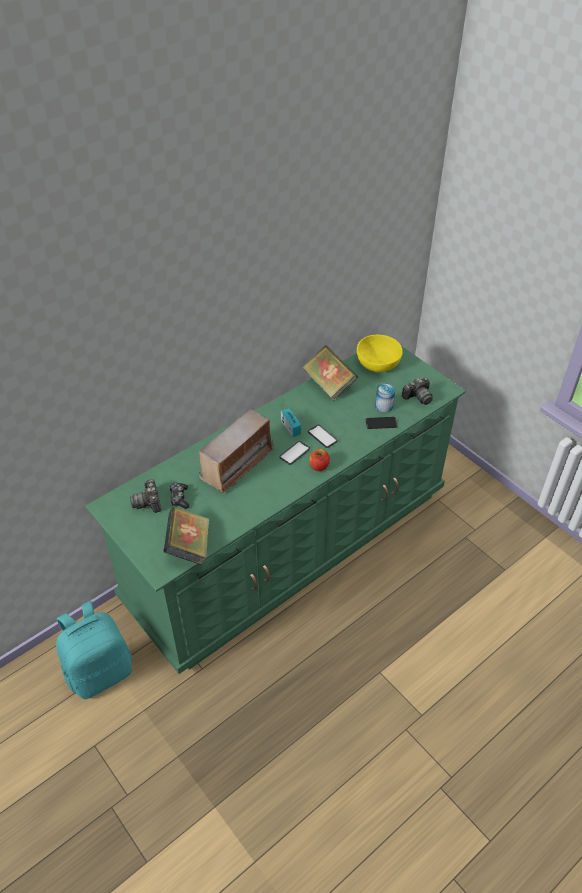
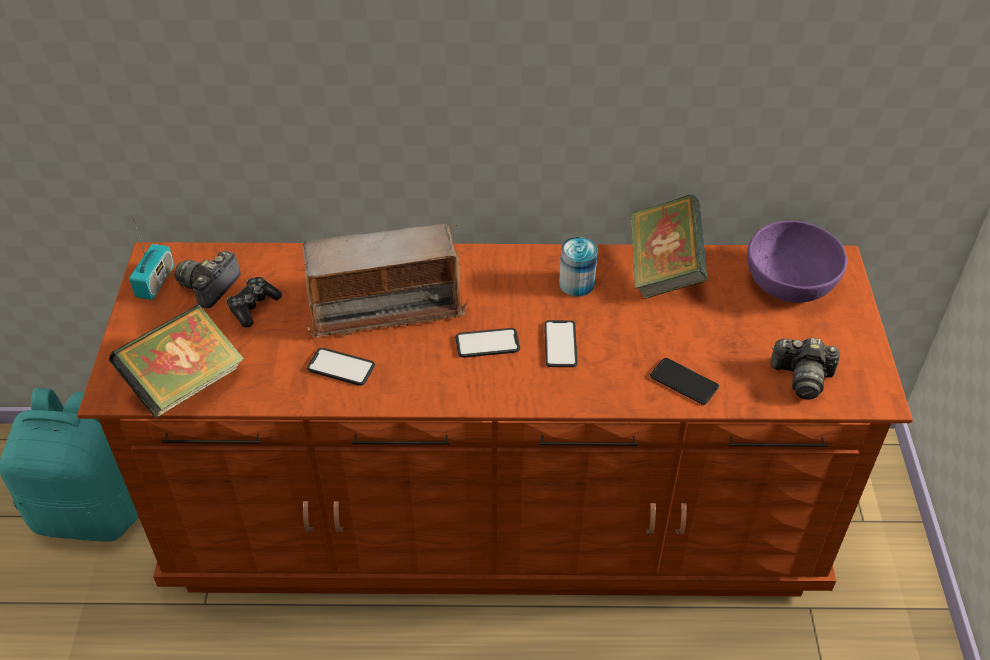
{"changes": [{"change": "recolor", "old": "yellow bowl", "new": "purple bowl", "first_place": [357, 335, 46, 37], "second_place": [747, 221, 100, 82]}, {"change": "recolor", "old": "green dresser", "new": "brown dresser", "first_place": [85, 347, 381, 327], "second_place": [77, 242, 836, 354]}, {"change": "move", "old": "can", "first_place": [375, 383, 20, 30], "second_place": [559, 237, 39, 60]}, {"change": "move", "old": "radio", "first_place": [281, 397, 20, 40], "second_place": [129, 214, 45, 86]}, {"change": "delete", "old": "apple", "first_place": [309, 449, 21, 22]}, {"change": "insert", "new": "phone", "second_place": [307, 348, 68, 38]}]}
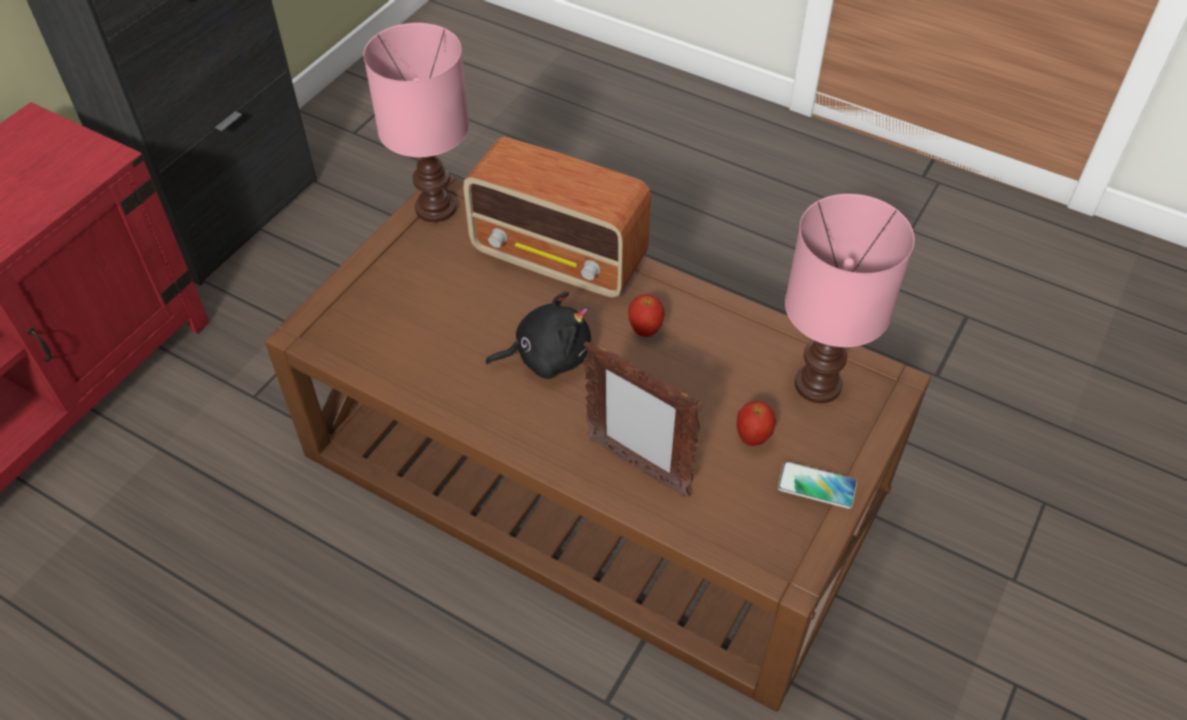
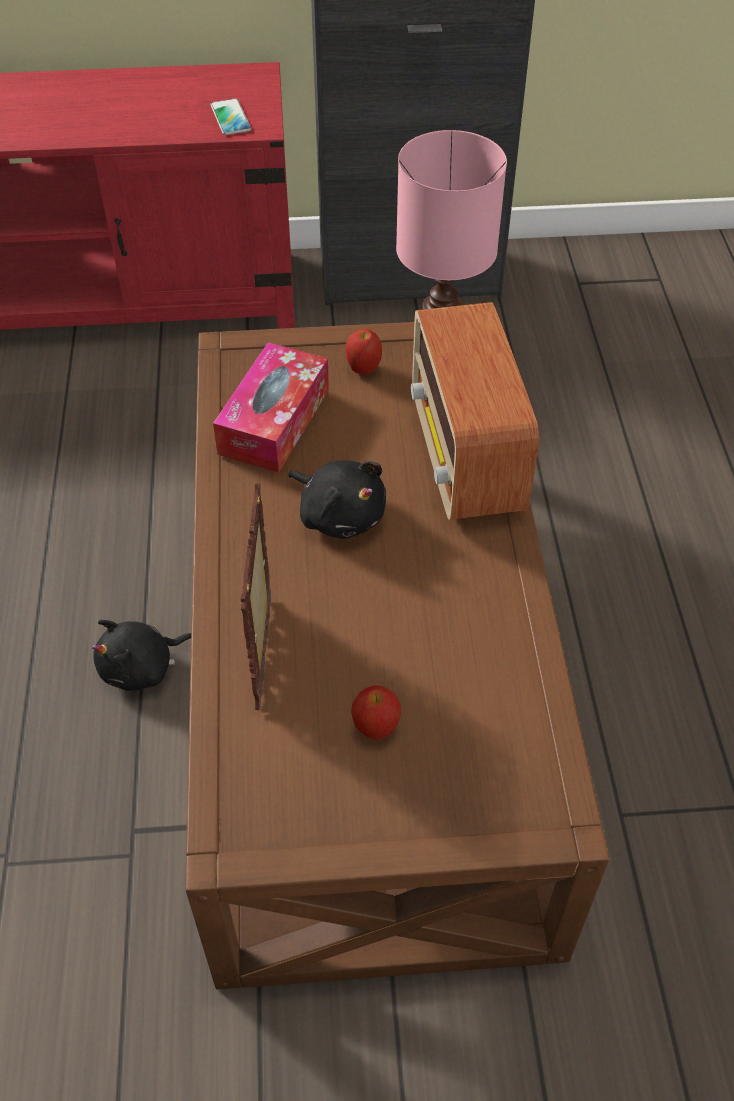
{"changes": [{"change": "delete", "old": "pink table lamp", "first_place": [785, 194, 130, 209]}, {"change": "move", "old": "apple", "first_place": [628, 294, 37, 43], "second_place": [345, 329, 37, 46]}, {"change": "move", "old": "phone", "first_place": [777, 461, 80, 48], "second_place": [211, 98, 40, 37]}, {"change": "insert", "new": "tissue box", "second_place": [213, 342, 116, 131]}, {"change": "insert", "new": "black plush toy", "second_place": [92, 620, 99, 71]}]}
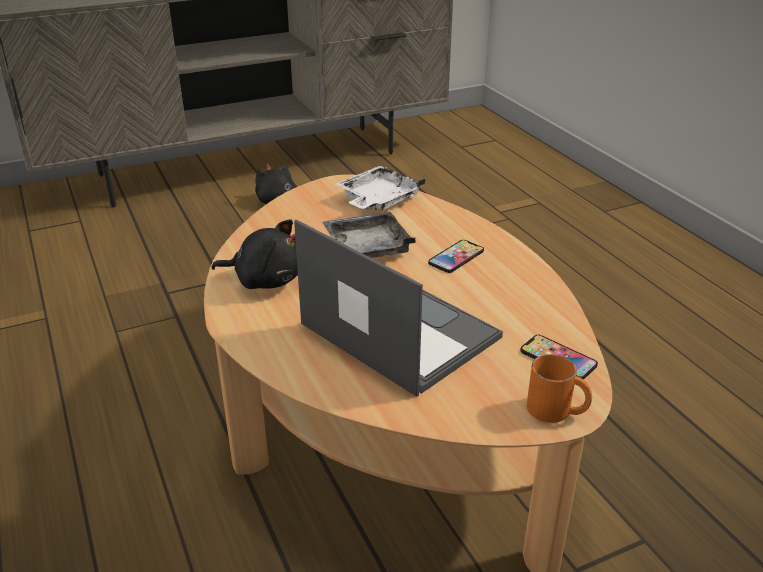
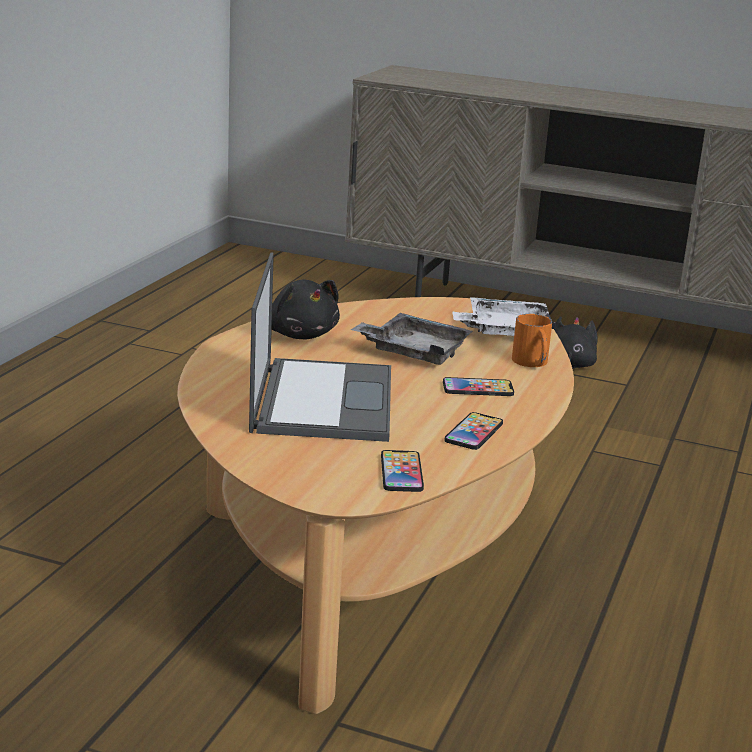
{"changes": [{"change": "move", "old": "orange mug", "first_place": [526, 354, 66, 69], "second_place": [512, 314, 40, 53]}, {"change": "insert", "new": "phone", "second_place": [444, 412, 59, 38]}]}
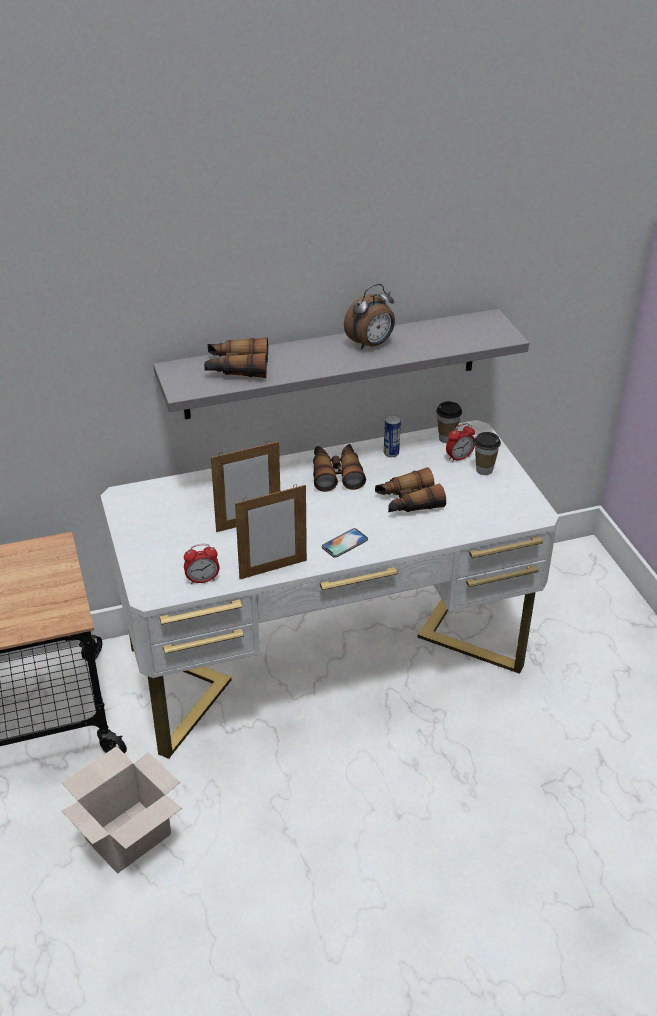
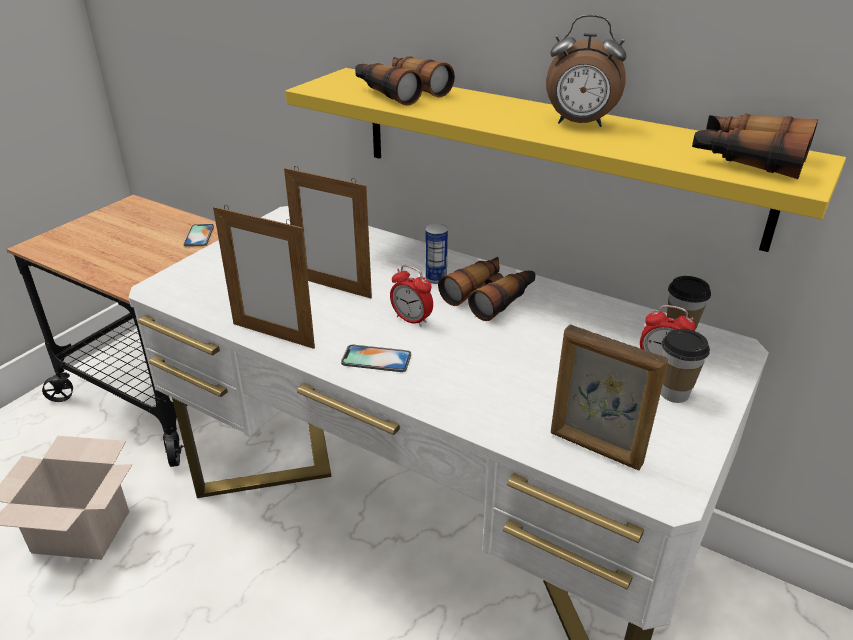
{"changes": [{"change": "recolor", "old": "grey shelf", "new": "yellow shelf", "first_place": [153, 309, 376, 110], "second_place": [286, 68, 560, 184]}, {"change": "move", "old": "can", "first_place": [384, 415, 17, 42], "second_place": [425, 224, 23, 60]}, {"change": "move", "old": "binoculars", "first_place": [375, 467, 71, 45], "second_place": [692, 114, 126, 65]}, {"change": "move", "old": "alarm clock", "first_place": [184, 544, 36, 40], "second_place": [390, 265, 43, 62]}, {"change": "insert", "new": "phone", "second_place": [184, 224, 30, 23]}, {"change": "insert", "new": "picture frame", "second_place": [551, 325, 117, 145]}]}
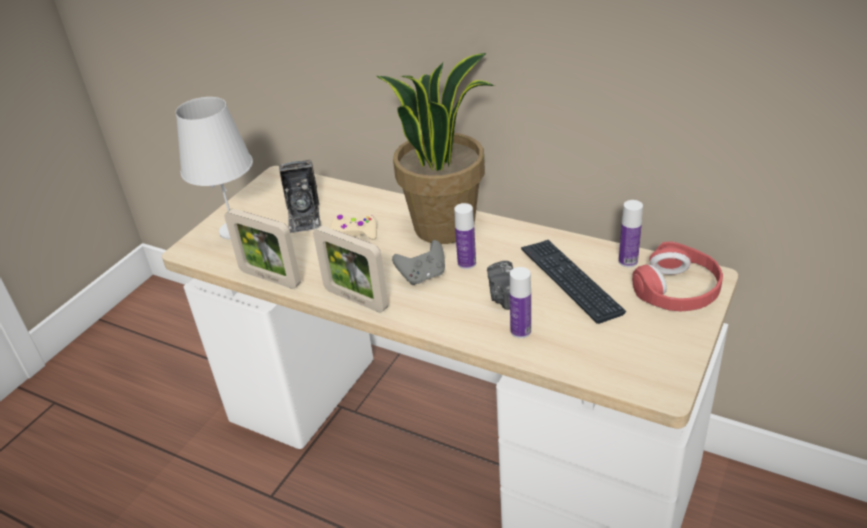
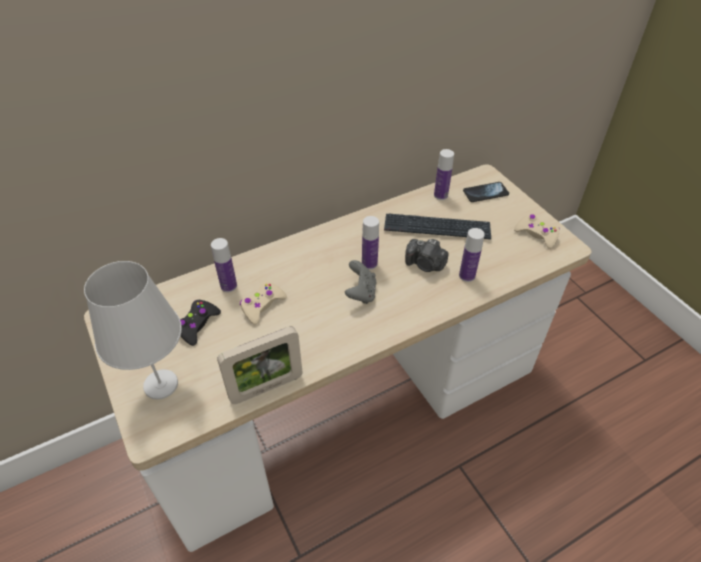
{"changes": [{"change": "delete", "old": "potted plant", "first_place": [376, 53, 119, 191]}, {"change": "replace", "old": "photo camera", "new": "black game controller", "first_place": [279, 160, 42, 73], "second_place": [180, 300, 41, 46]}, {"change": "delete", "old": "picture frame", "first_place": [313, 226, 75, 87]}, {"change": "replace", "old": "red headphones", "new": "phone", "first_place": [632, 241, 91, 71], "second_place": [463, 182, 46, 20]}, {"change": "insert", "new": "beige game controller", "second_place": [514, 214, 46, 35]}, {"change": "insert", "new": "bottle", "second_place": [211, 238, 26, 54]}]}
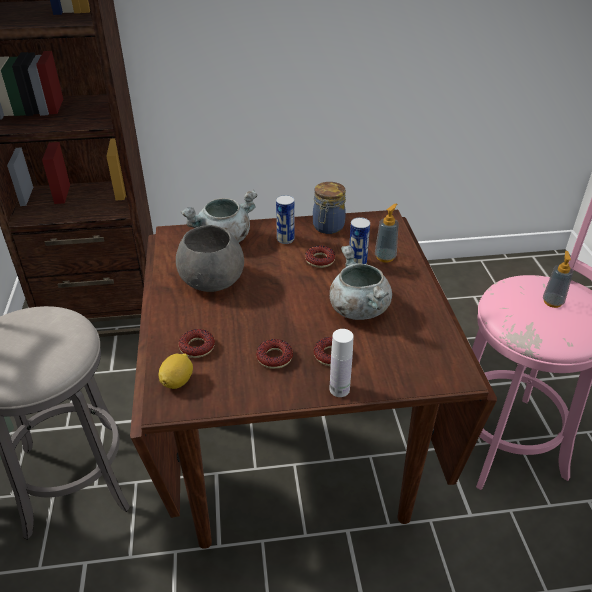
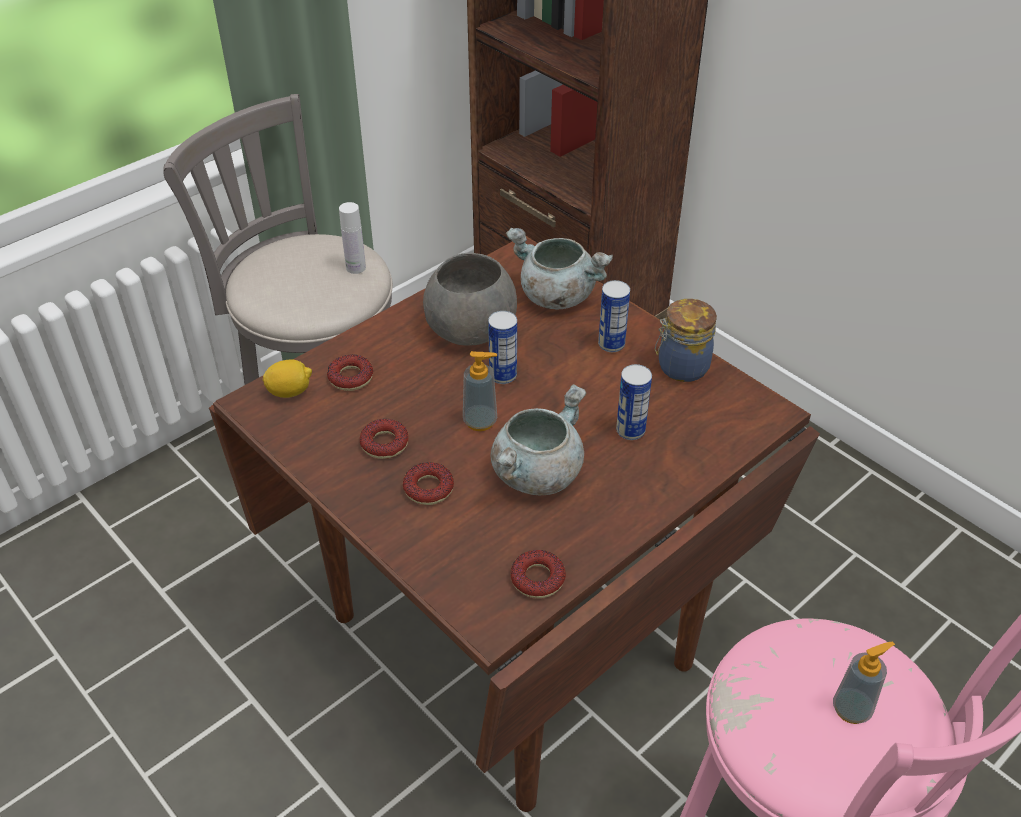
{"changes": [{"change": "move", "old": "soap dispenser", "first_place": [375, 204, 24, 58], "second_place": [463, 351, 34, 80]}, {"change": "move", "old": "donut", "first_place": [305, 246, 30, 22], "second_place": [511, 550, 55, 48]}, {"change": "move", "old": "white bottle", "first_place": [330, 329, 24, 68], "second_place": [339, 202, 27, 72]}, {"change": "insert", "new": "can", "second_place": [488, 311, 29, 73]}]}
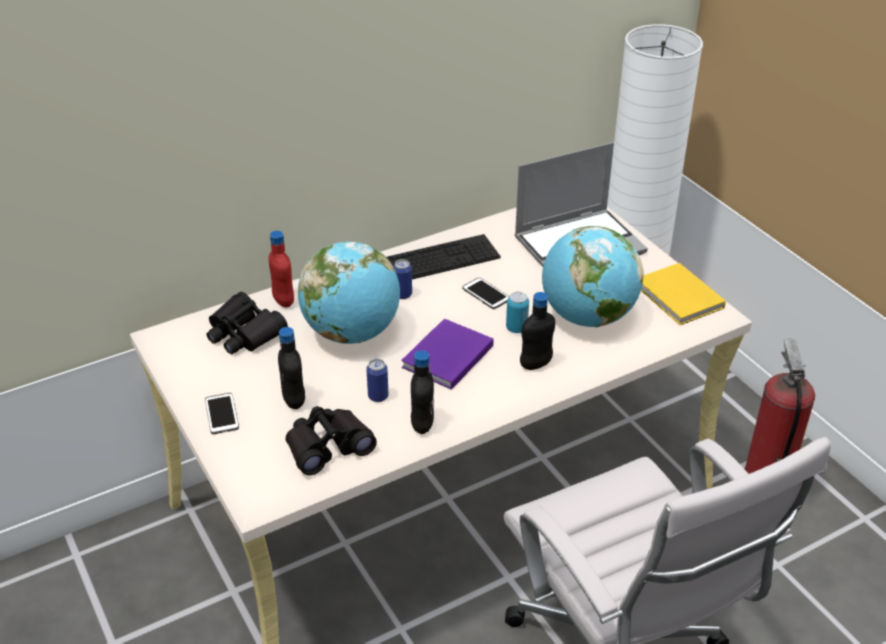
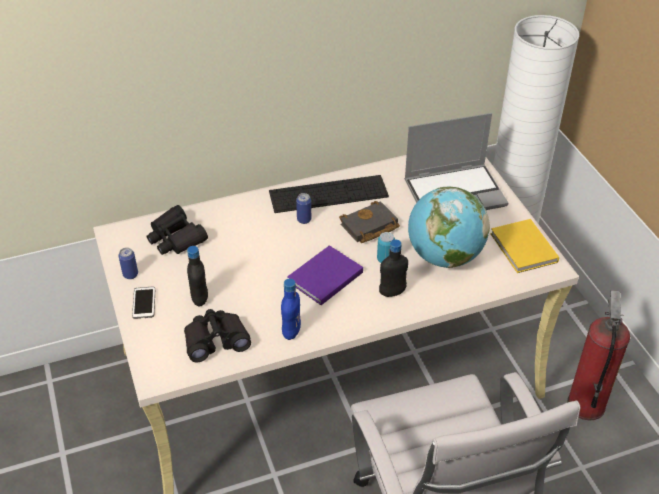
{"changes": [{"change": "delete", "old": "red bottle", "first_place": [269, 231, 25, 76]}, {"change": "delete", "old": "globe", "first_place": [298, 242, 102, 102]}, {"change": "replace", "old": "phone", "new": "black book", "first_place": [462, 278, 47, 31], "second_place": [339, 201, 61, 42]}, {"change": "recolor", "old": "black bottle", "new": "blue bottle", "first_place": [411, 350, 23, 84], "second_place": [281, 279, 20, 61]}, {"change": "move", "old": "can", "first_place": [366, 359, 23, 43], "second_place": [118, 247, 20, 32]}]}
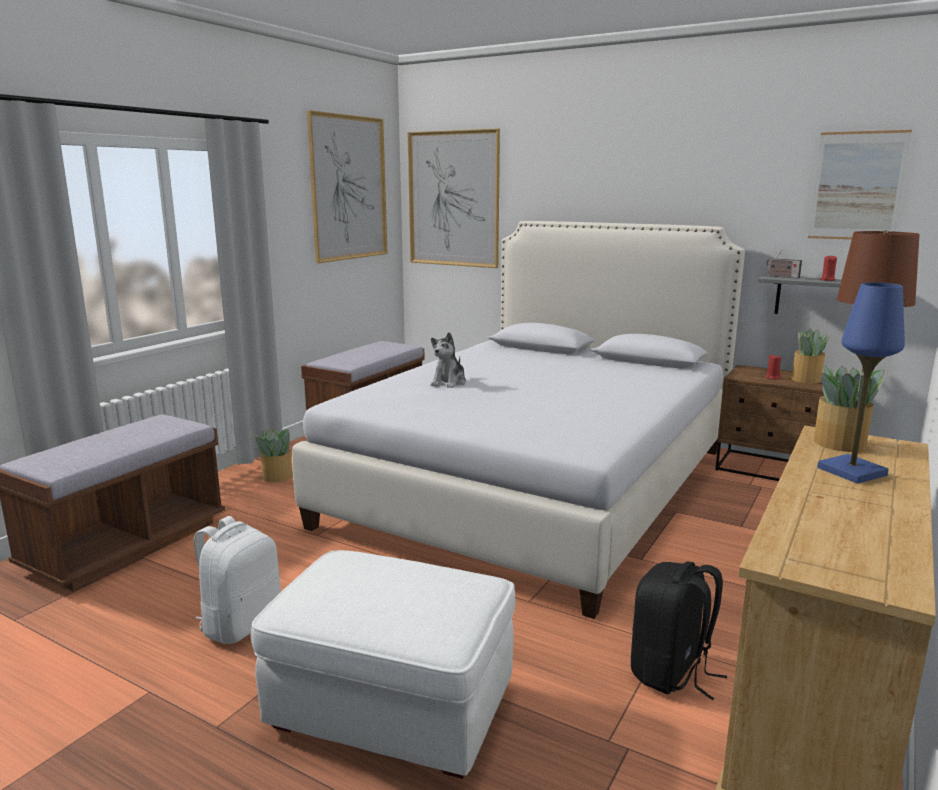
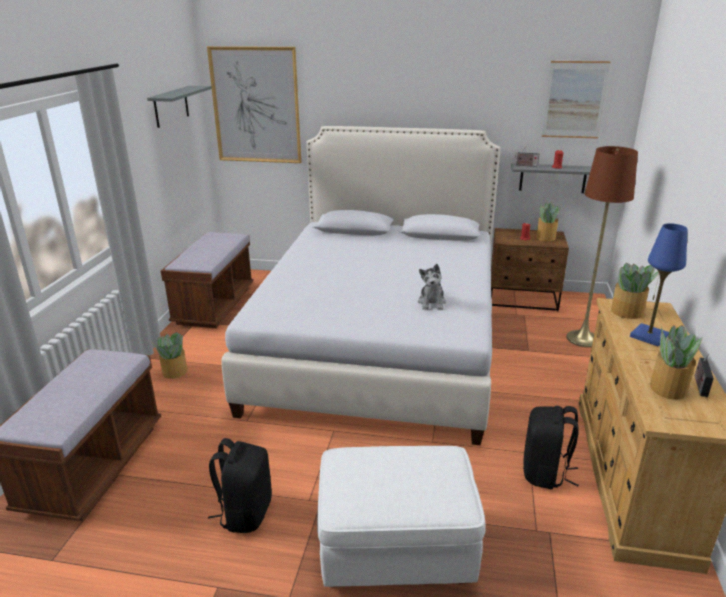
{"changes": [{"change": "replace", "old": "picture", "new": "grey shelf", "first_place": [307, 110, 81, 153], "second_place": [147, 86, 65, 42]}, {"change": "move", "old": "plush toy", "first_place": [431, 332, 35, 56], "second_place": [418, 264, 28, 46]}, {"change": "recolor", "old": "white backpack", "new": "black backpack", "first_place": [194, 516, 87, 128], "second_place": [208, 438, 64, 95]}, {"change": "insert", "new": "potted plant", "second_place": [650, 325, 53, 75]}, {"change": "insert", "new": "radio", "second_place": [695, 354, 19, 43]}]}
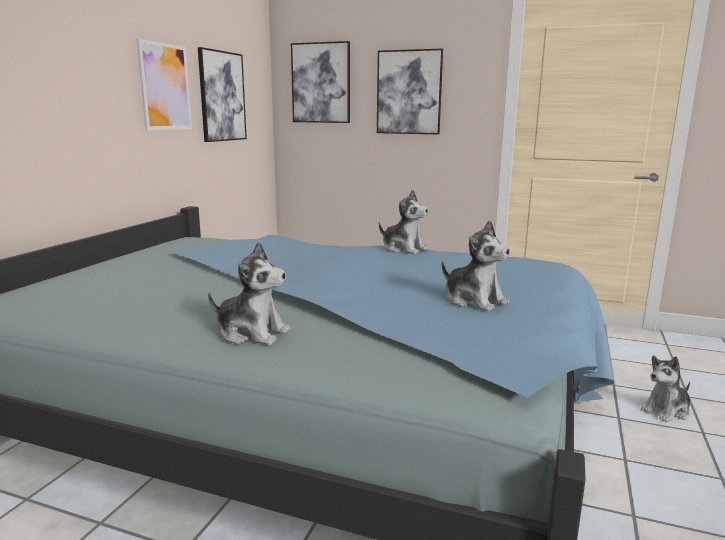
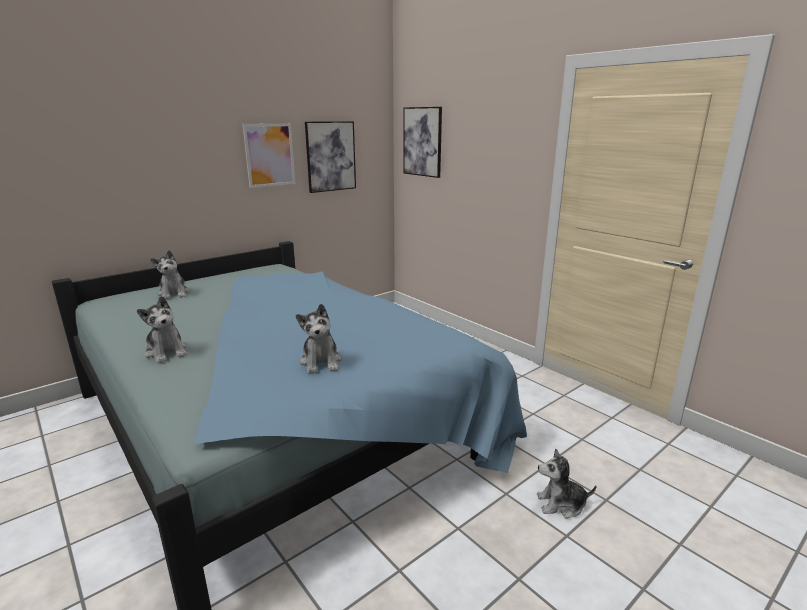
{"changes": [{"change": "delete", "old": "picture", "first_place": [377, 48, 66, 86]}, {"change": "move", "old": "plush toy", "first_place": [379, 190, 50, 64], "second_place": [150, 250, 39, 49]}]}
